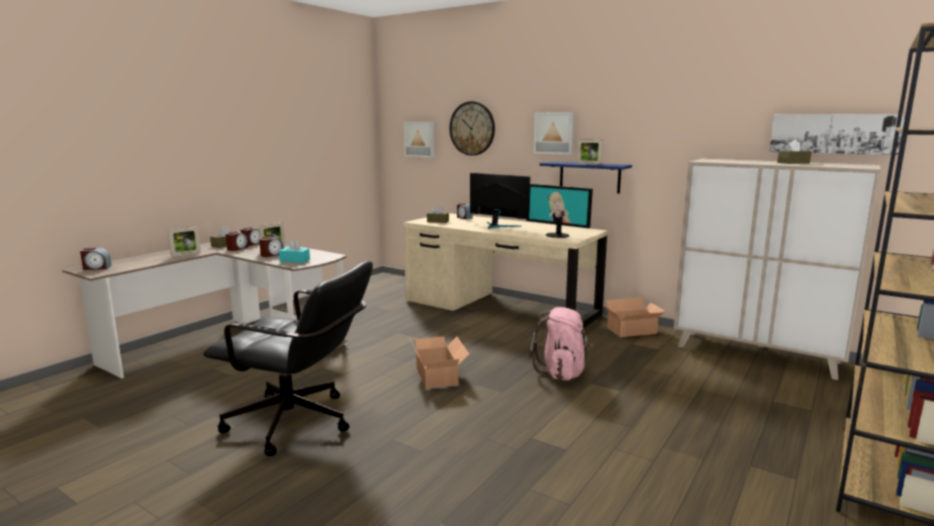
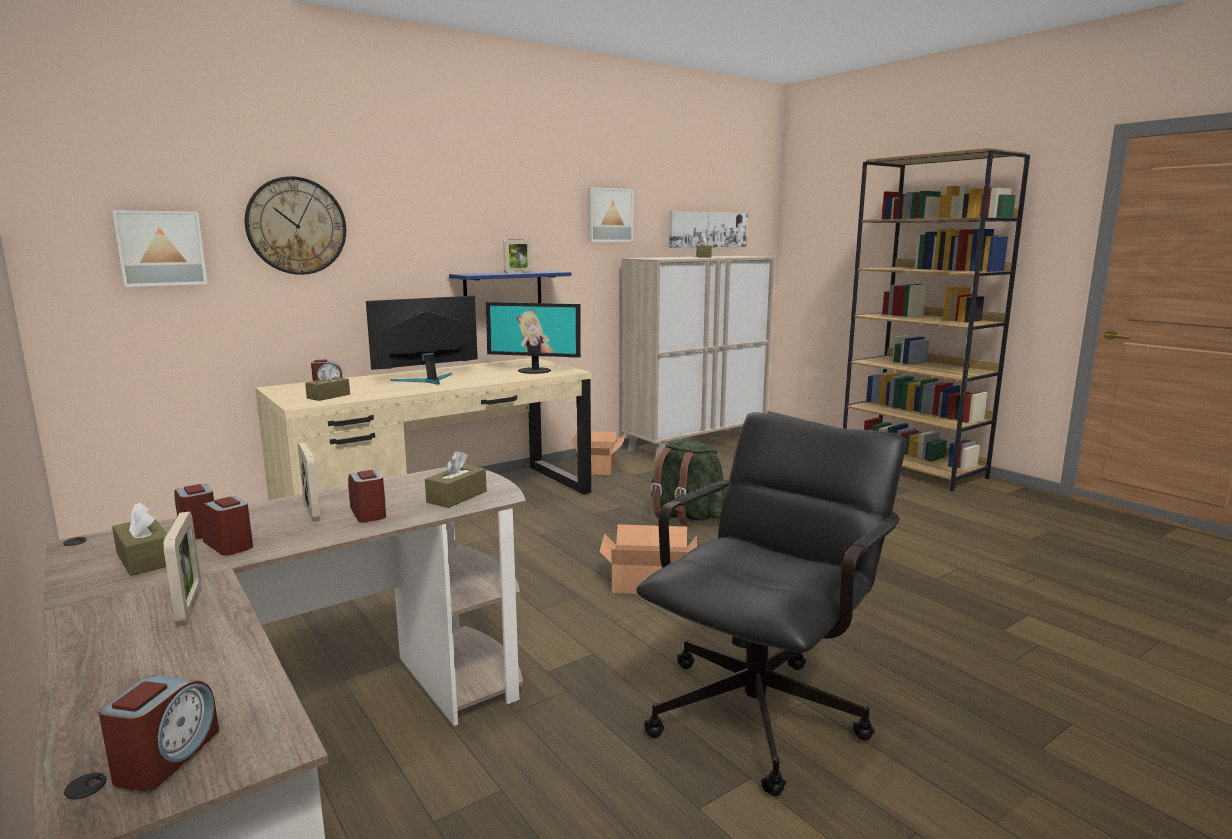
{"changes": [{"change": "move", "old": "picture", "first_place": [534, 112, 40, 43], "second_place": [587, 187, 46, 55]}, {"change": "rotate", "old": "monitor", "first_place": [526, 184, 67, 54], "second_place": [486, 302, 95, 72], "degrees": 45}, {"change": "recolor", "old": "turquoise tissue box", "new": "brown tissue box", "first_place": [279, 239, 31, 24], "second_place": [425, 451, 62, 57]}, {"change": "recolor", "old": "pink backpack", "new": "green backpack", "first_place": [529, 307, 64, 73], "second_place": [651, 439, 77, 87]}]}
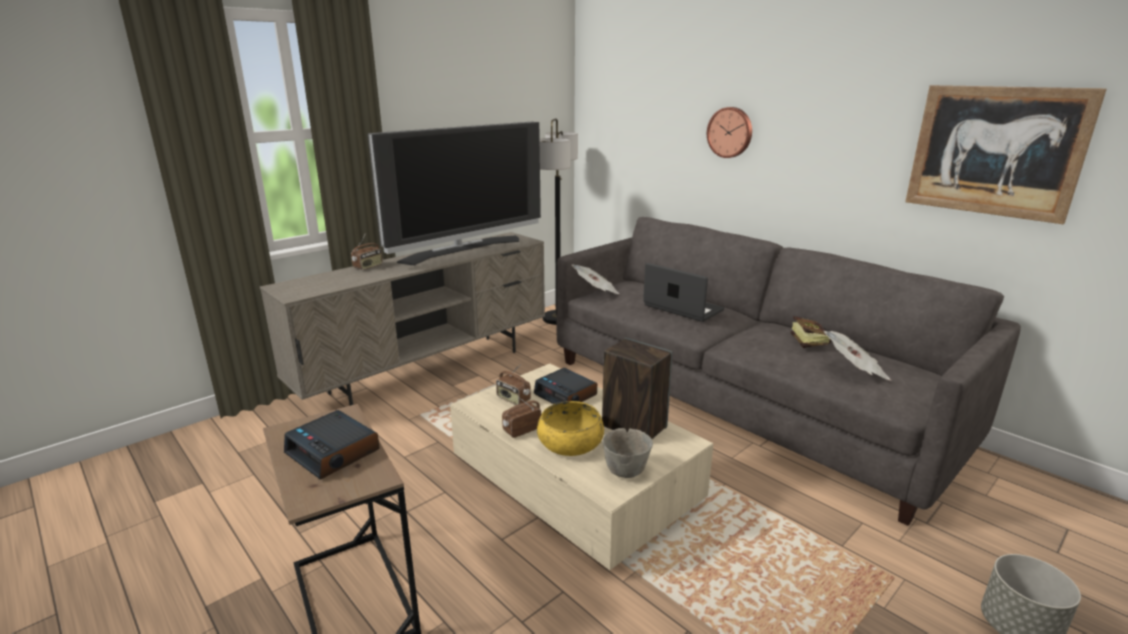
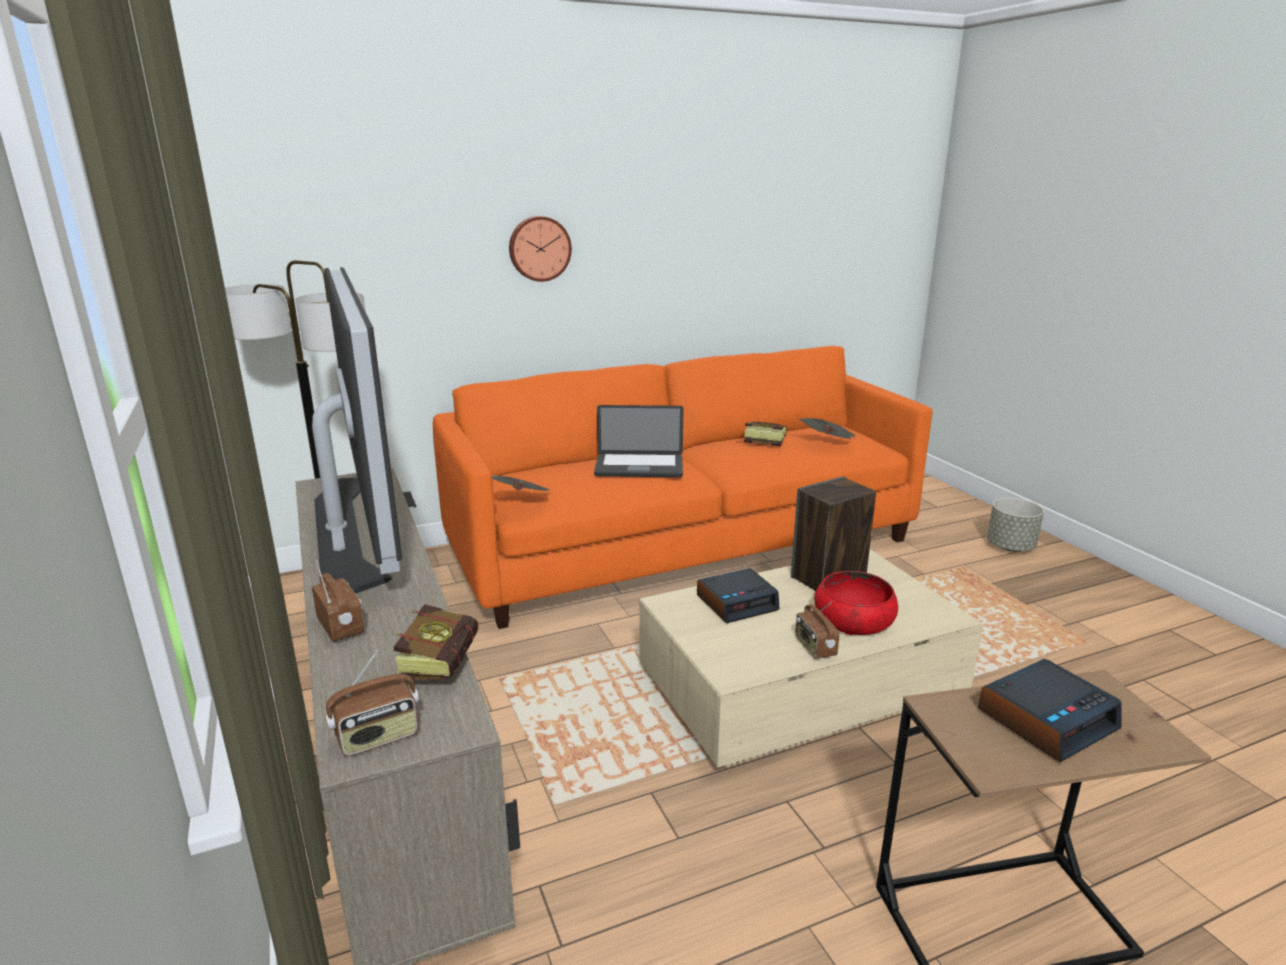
{"changes": [{"change": "delete", "old": "picture", "first_place": [905, 85, 202, 139]}, {"change": "recolor", "old": "grey sofa", "new": "orange sofa", "first_place": [557, 217, 464, 309], "second_place": [433, 346, 500, 283]}, {"change": "rotate", "old": "laptop", "first_place": [643, 263, 81, 59], "second_place": [594, 405, 90, 72], "degrees": -150}, {"change": "move", "old": "radio", "first_place": [496, 364, 35, 41], "second_place": [325, 650, 94, 106]}, {"change": "recolor", "old": "yellow bowl", "new": "red bowl", "first_place": [537, 401, 67, 55], "second_place": [814, 571, 84, 64]}, {"change": "delete", "old": "grey bowl", "first_place": [602, 428, 51, 50]}, {"change": "insert", "new": "book", "second_place": [394, 604, 84, 77]}]}
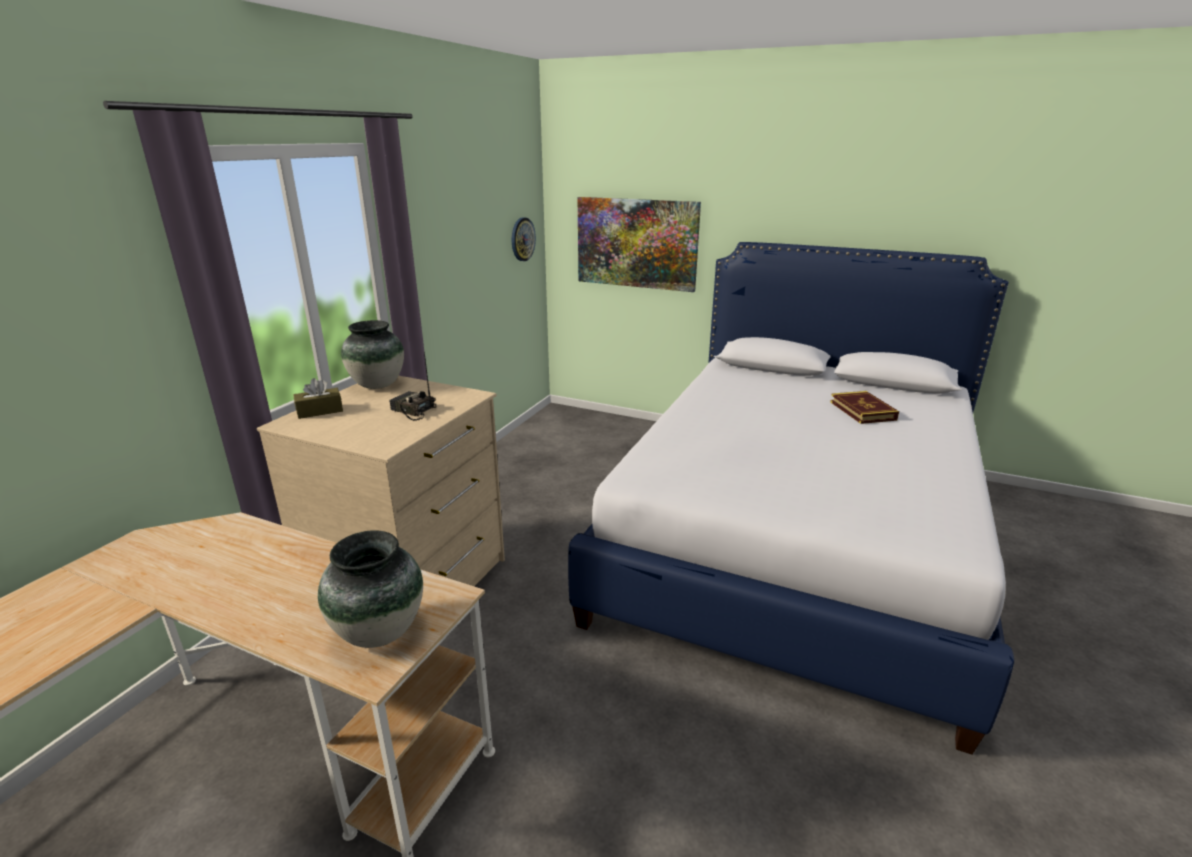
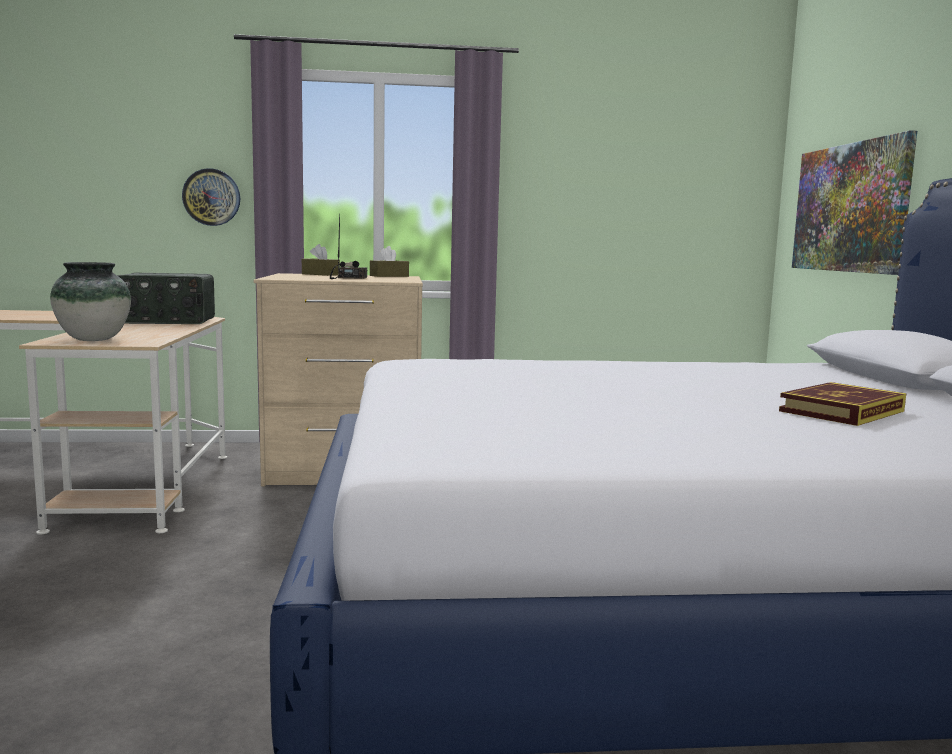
{"changes": [{"change": "move", "old": "wall clock", "first_place": [512, 217, 24, 44], "second_place": [182, 168, 58, 58]}, {"change": "replace", "old": "vase", "new": "brown tissue box", "first_place": [341, 320, 63, 69], "second_place": [370, 246, 39, 31]}, {"change": "insert", "new": "radio", "second_place": [117, 273, 98, 51]}]}
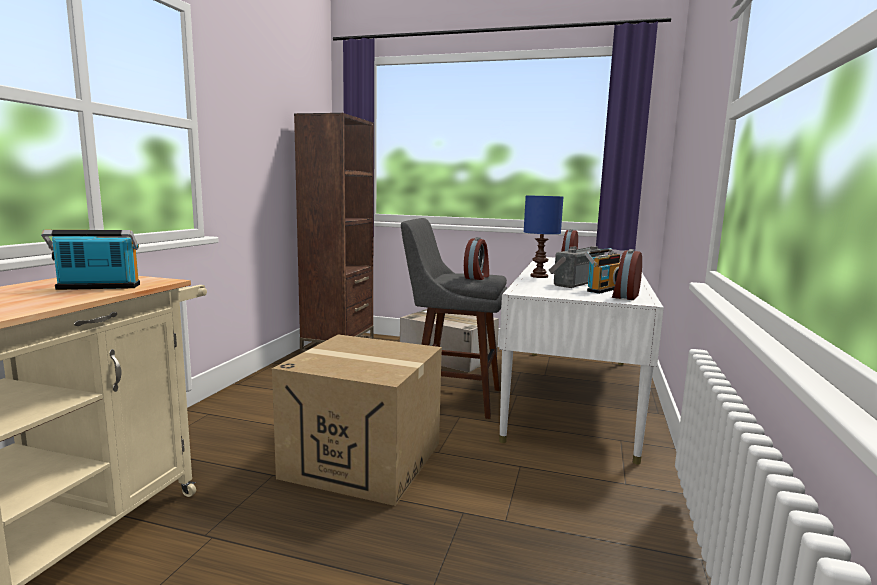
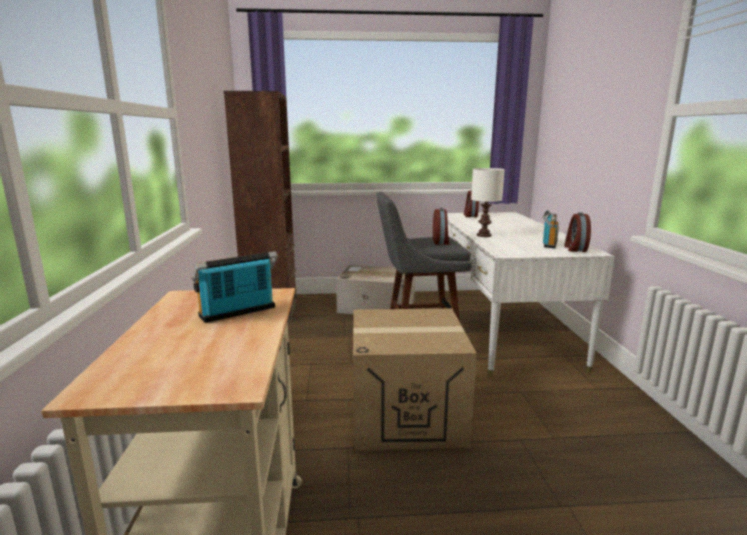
{"changes": [{"change": "recolor", "old": "blue table lamp", "new": "white table lamp", "first_place": [524, 195, 39, 83], "second_place": [471, 168, 34, 69]}, {"change": "delete", "old": "radio", "first_place": [549, 246, 55, 42]}]}
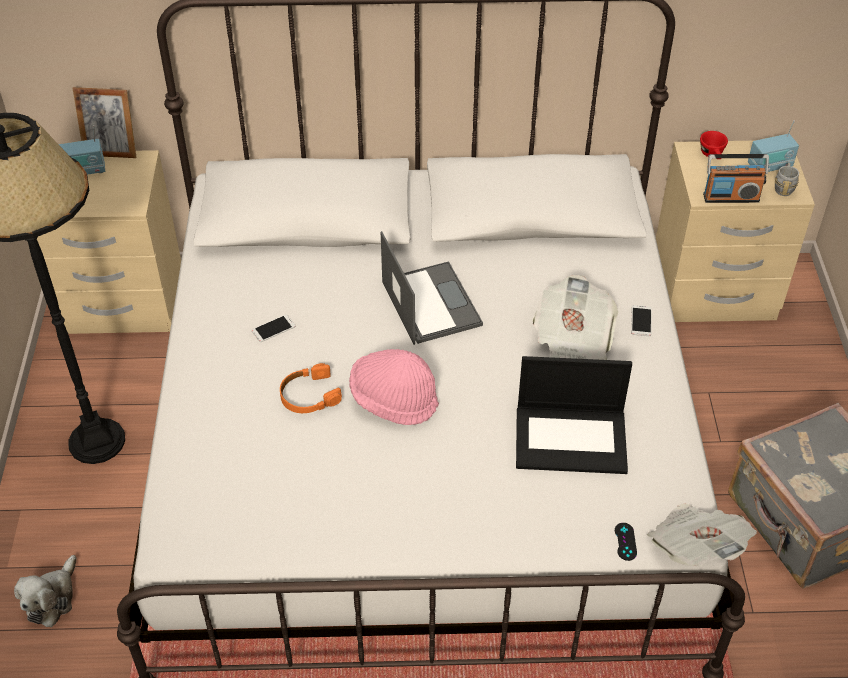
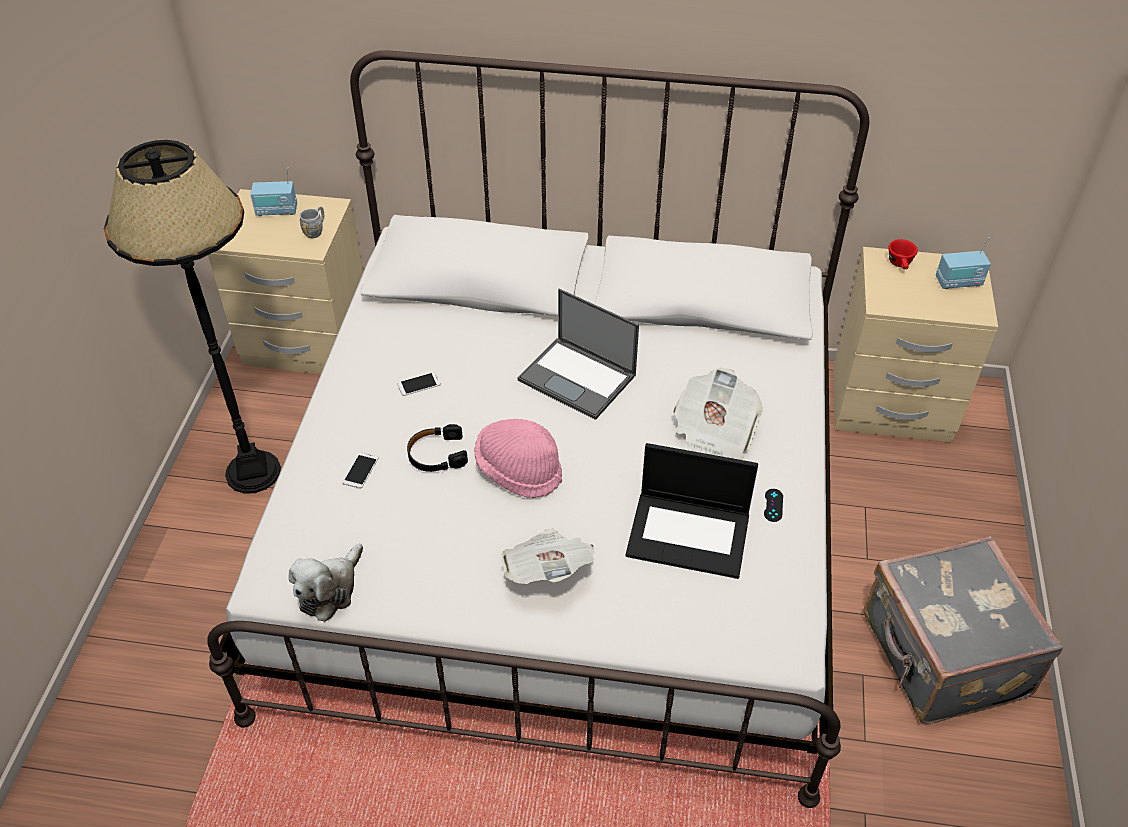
{"changes": [{"change": "delete", "old": "picture frame", "first_place": [72, 87, 64, 71]}, {"change": "delete", "old": "radio", "first_place": [703, 154, 66, 49]}, {"change": "move", "old": "grey mug", "first_place": [775, 163, 24, 33], "second_place": [300, 206, 24, 32]}, {"change": "rotate", "old": "laptop", "first_place": [381, 231, 102, 114], "second_place": [518, 289, 121, 131], "degrees": 135}, {"change": "move", "old": "phone", "first_place": [631, 305, 21, 31], "second_place": [343, 452, 36, 37]}, {"change": "recolor", "old": "orange headphones", "new": "black headphones", "first_place": [280, 363, 62, 50], "second_place": [407, 424, 61, 48]}, {"change": "move", "old": "newspaper", "first_place": [647, 504, 110, 62], "second_place": [501, 529, 93, 55]}, {"change": "move", "old": "black game controller", "first_place": [615, 523, 22, 38], "second_place": [764, 489, 19, 33]}, {"change": "move", "old": "plush toy", "first_place": [14, 555, 62, 72], "second_place": [289, 543, 74, 79]}]}
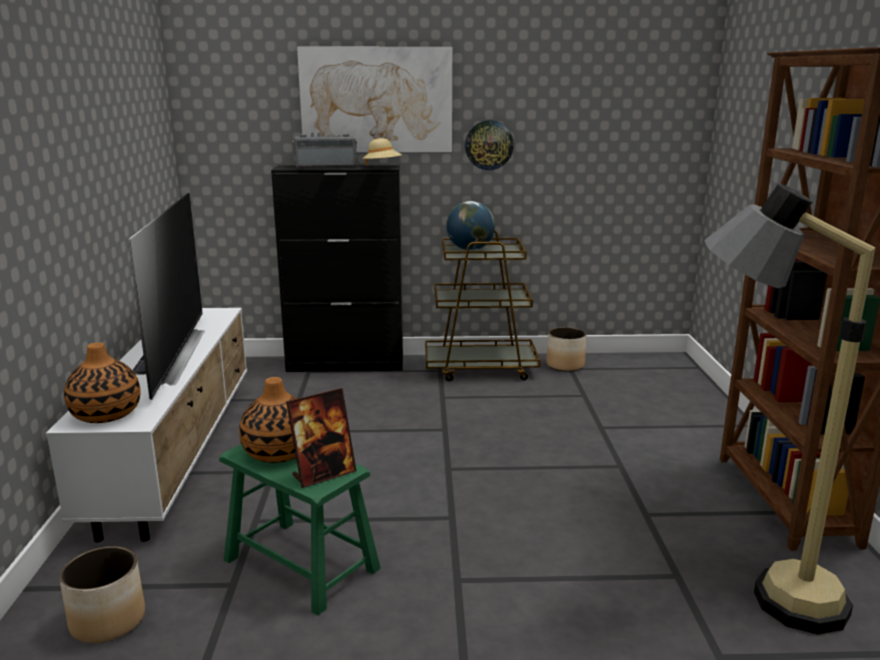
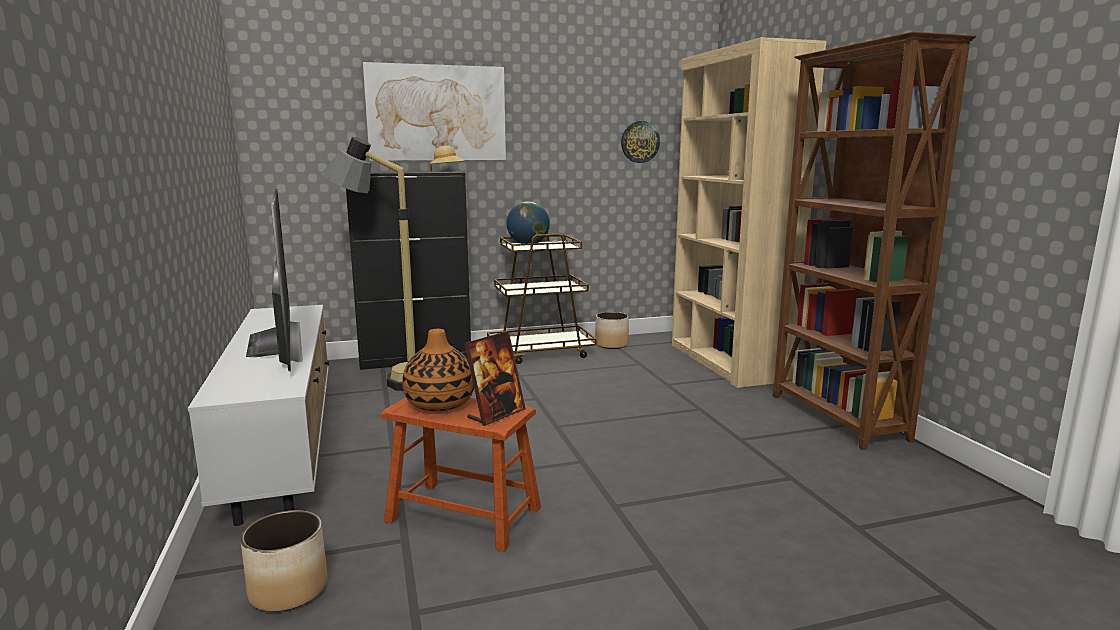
{"changes": [{"change": "move", "old": "wall clock", "first_place": [465, 120, 49, 50], "second_place": [621, 121, 39, 42]}, {"change": "delete", "old": "radio", "first_place": [293, 133, 64, 35]}, {"change": "move", "old": "floor lamp", "first_place": [704, 184, 171, 451], "second_place": [321, 137, 94, 254]}, {"change": "delete", "old": "vase", "first_place": [64, 342, 76, 81]}, {"change": "recolor", "old": "green stool", "new": "brown stool", "first_place": [219, 444, 162, 171], "second_place": [381, 397, 160, 155]}, {"change": "insert", "new": "beige bookcase", "second_place": [672, 37, 154, 351]}]}
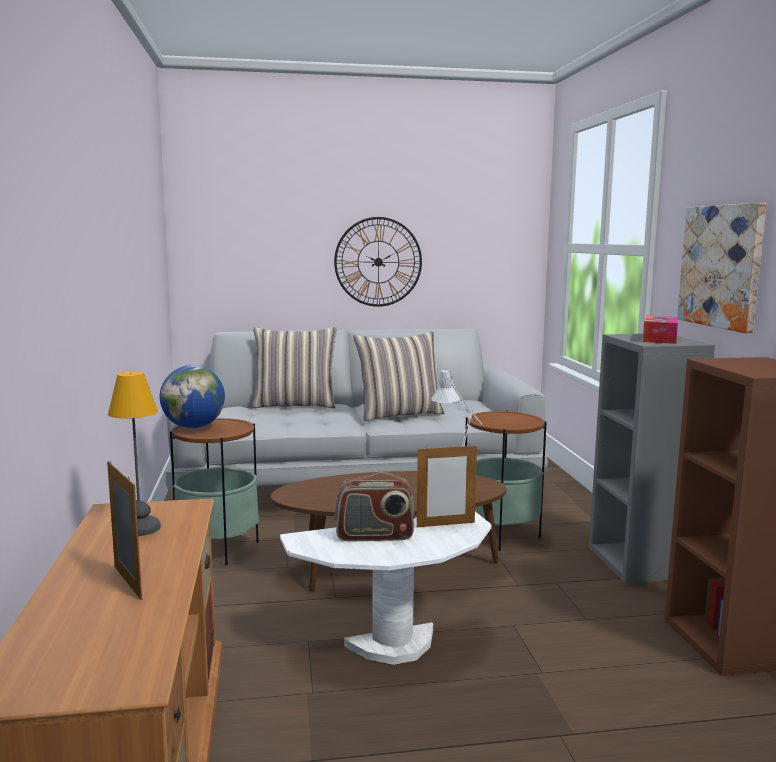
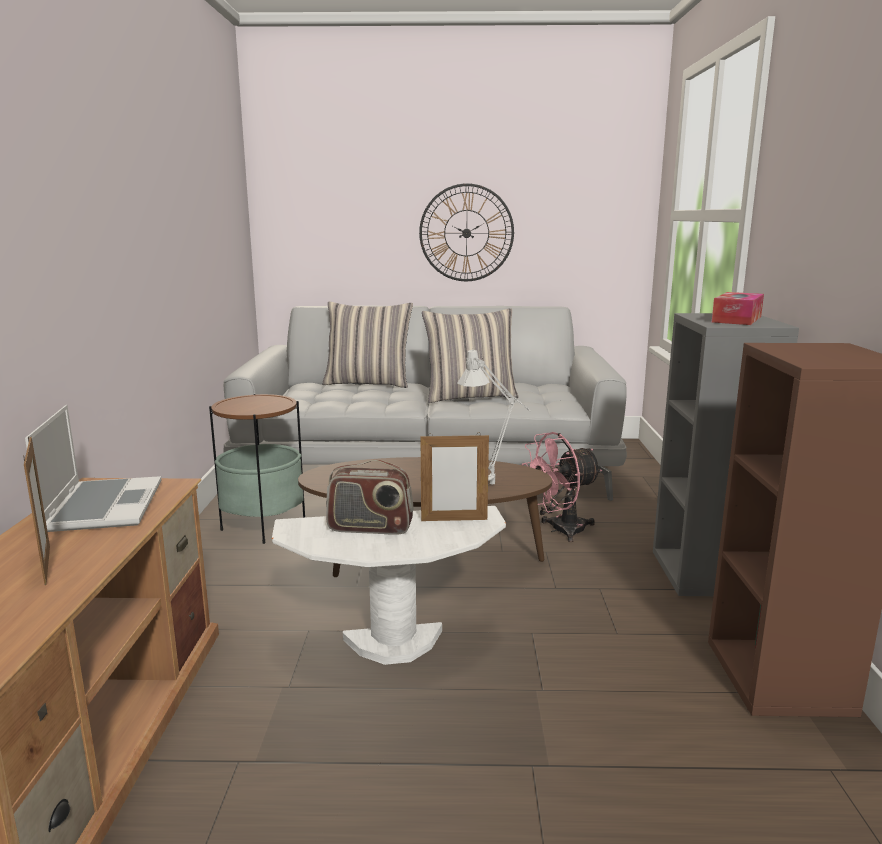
{"changes": [{"change": "delete", "old": "picture", "first_place": [677, 203, 90, 130]}, {"change": "delete", "old": "globe", "first_place": [160, 365, 65, 63]}, {"change": "replace", "old": "table lamp", "new": "laptop", "first_place": [108, 372, 53, 164], "second_place": [25, 405, 137, 127]}, {"change": "replace", "old": "side table", "new": "pink fan", "first_place": [465, 410, 82, 141], "second_place": [521, 432, 81, 110]}]}
